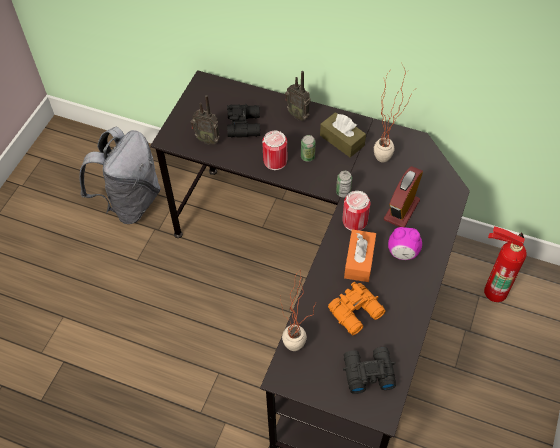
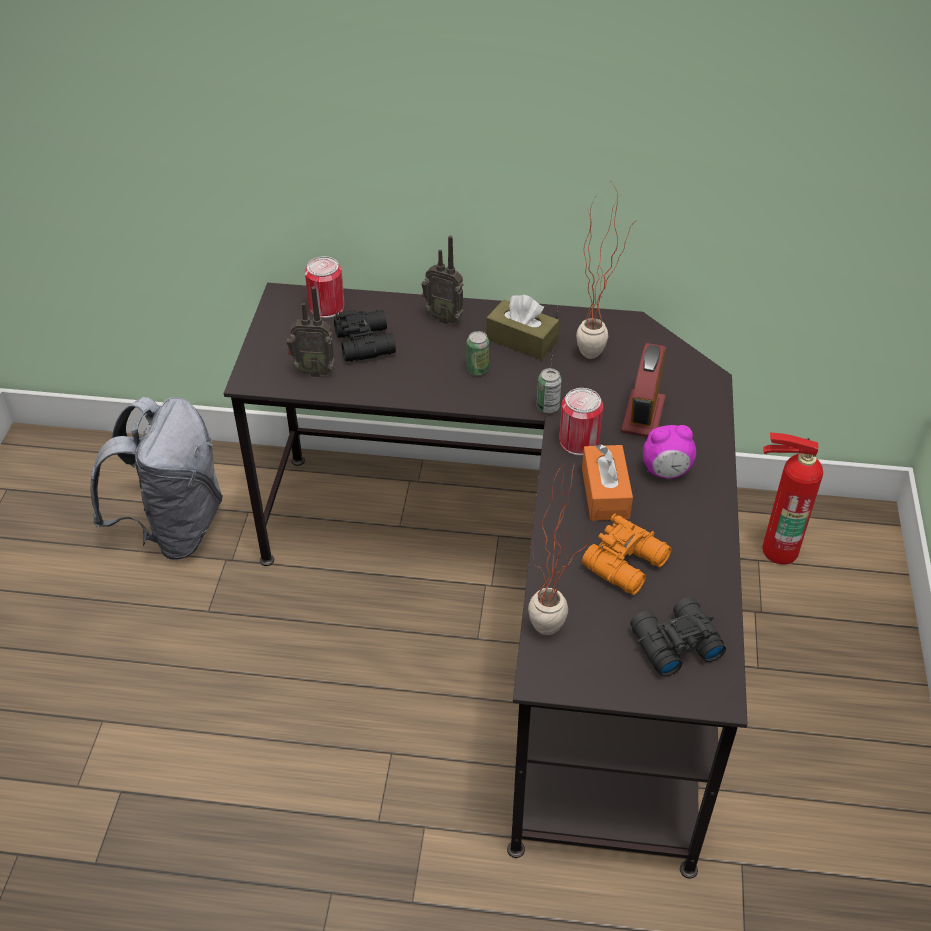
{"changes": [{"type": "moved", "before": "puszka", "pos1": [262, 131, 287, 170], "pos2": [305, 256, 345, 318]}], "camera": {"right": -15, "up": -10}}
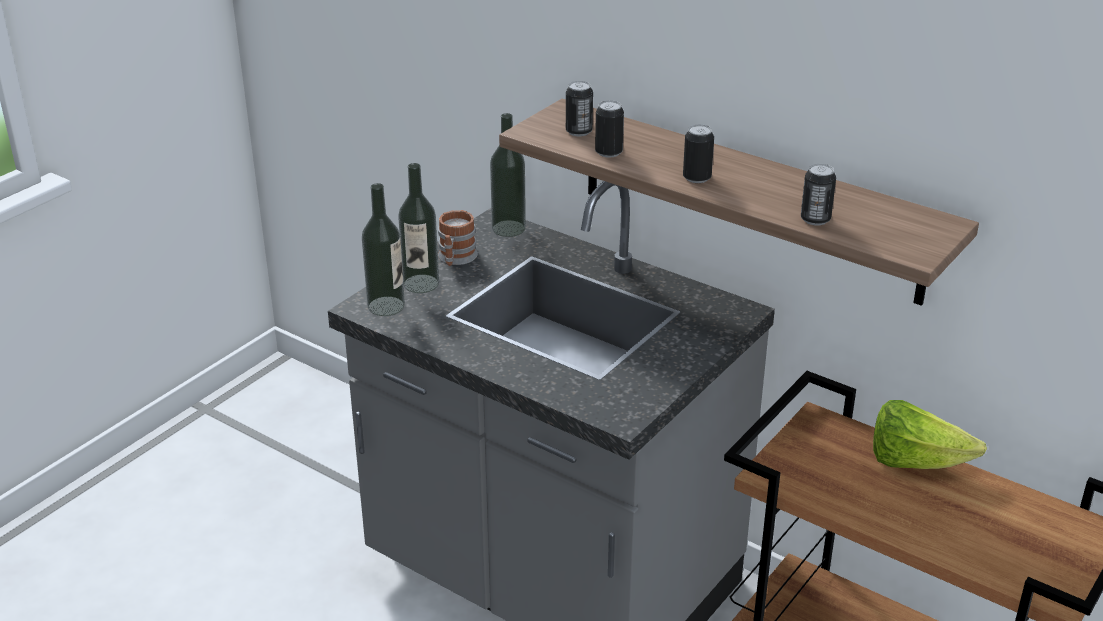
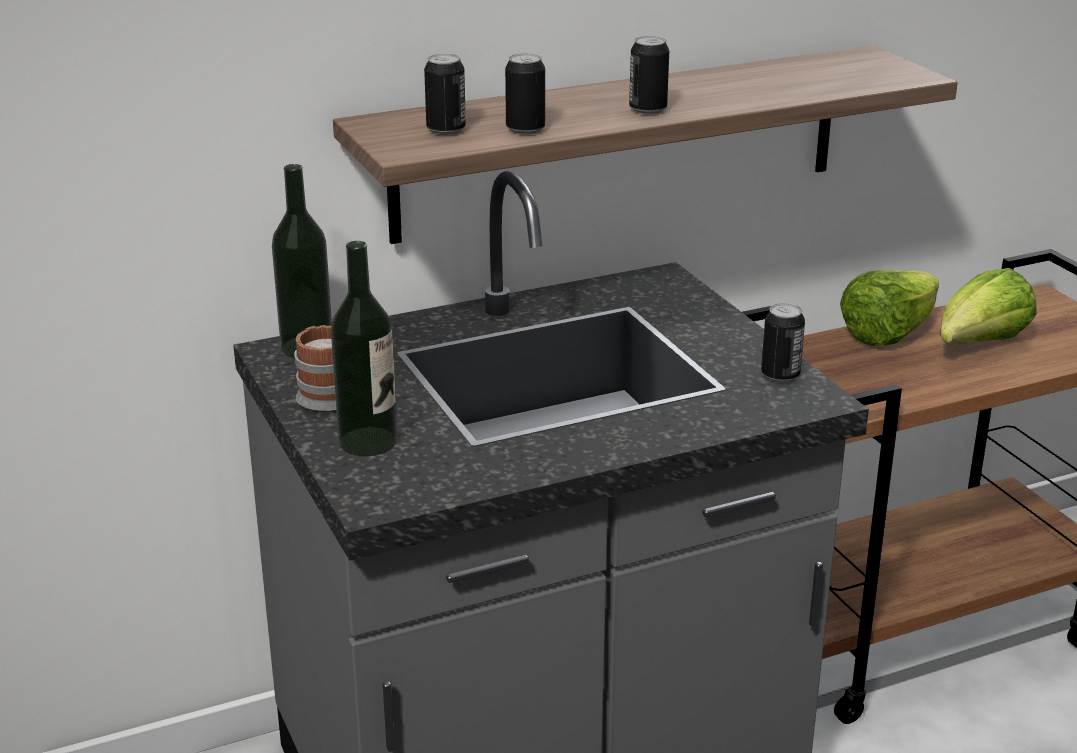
{"changes": [{"type": "moved", "before": "puszka", "pos1": [801, 164, 836, 226], "pos2": [761, 303, 805, 383]}, {"type": "removed", "before": "butelka", "pos1": [362, 183, 405, 316]}, {"type": "added", "after": "sałata", "pos2": [940, 268, 1037, 344]}], "camera": {"right": -60, "up": -5}}
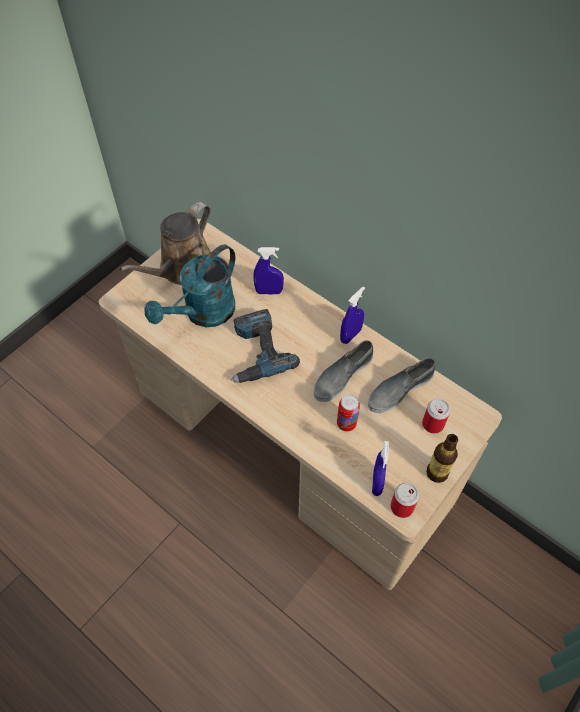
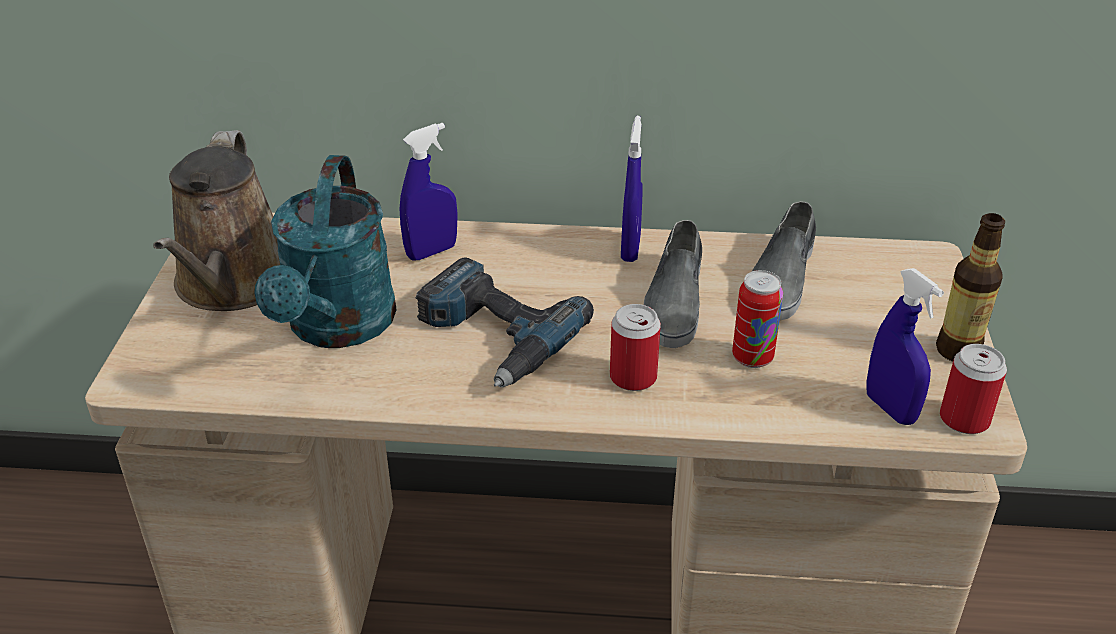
{"changes": [{"type": "moved", "before": "puszka", "pos1": [422, 399, 450, 434], "pos2": [610, 304, 661, 391]}], "camera": {"right": -35, "up": -20}}
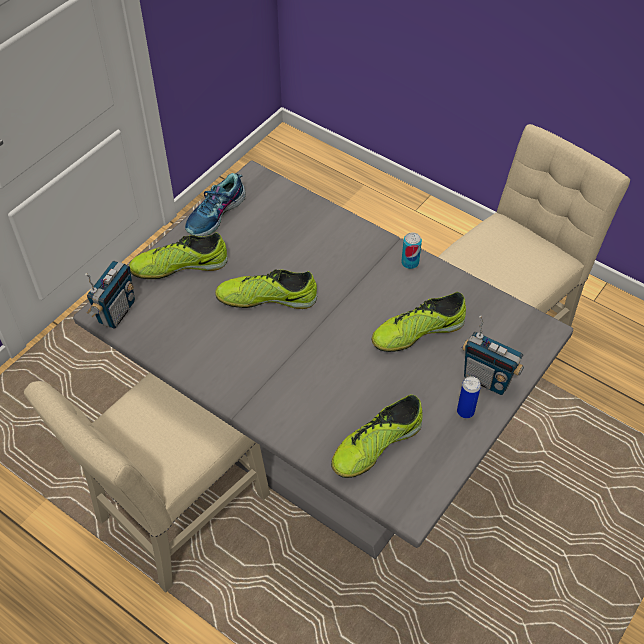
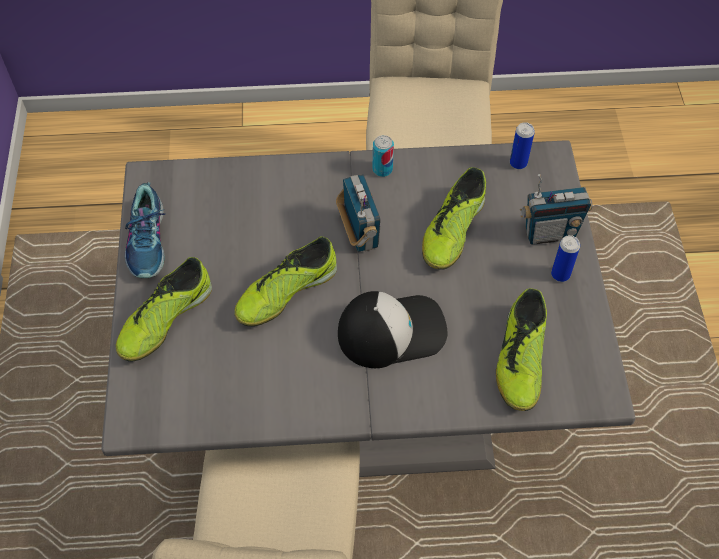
{"changes": [{"type": "moved", "before": "radio", "pos1": [85, 260, 135, 329], "pos2": [336, 174, 380, 252]}, {"type": "added", "after": "puszka", "pos2": [510, 122, 535, 169]}, {"type": "added", "after": "czapka z daszkiem", "pos2": [338, 291, 447, 368]}], "camera": {"right": -40, "up": 5}}
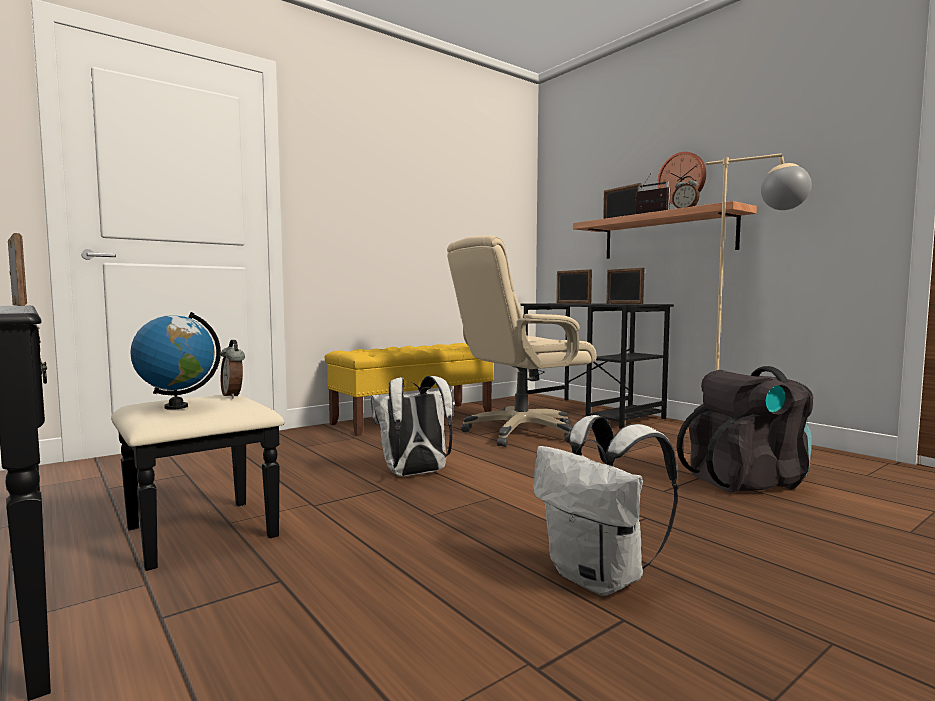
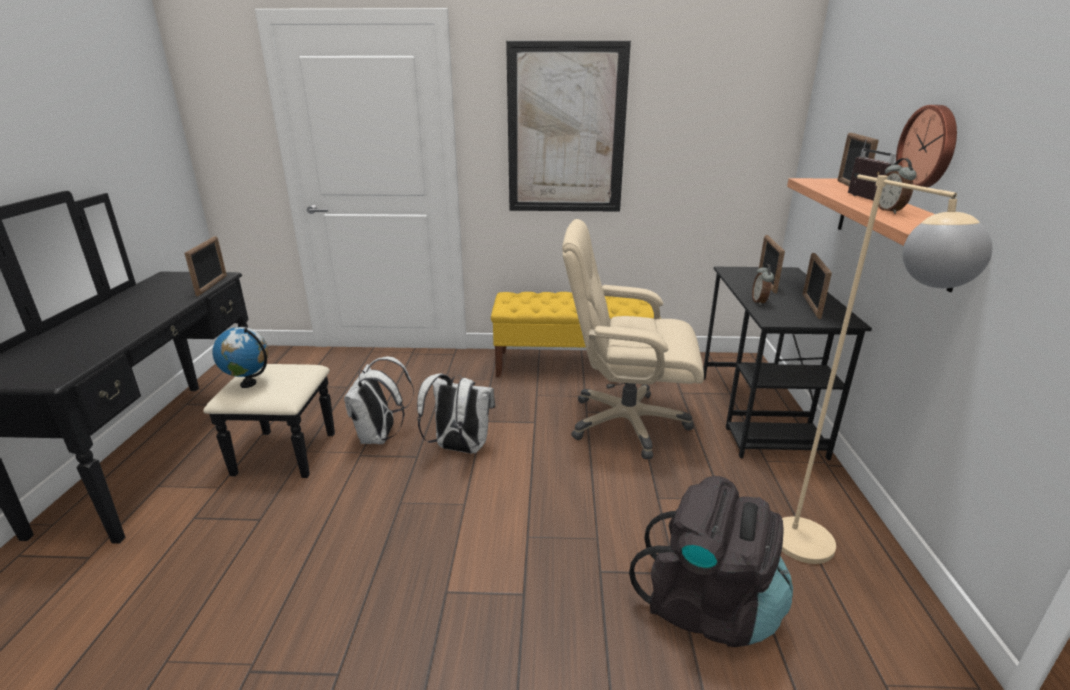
{"changes": [{"type": "moved", "before": "budzik", "pos1": [221, 340, 245, 398], "pos2": [752, 264, 774, 306]}, {"type": "moved", "before": "plecak/biały", "pos1": [533, 415, 678, 596], "pos2": [344, 356, 414, 444]}, {"type": "added", "after": "obraz", "pos2": [506, 41, 631, 212]}], "camera": {"right": 40, "up": 20}}
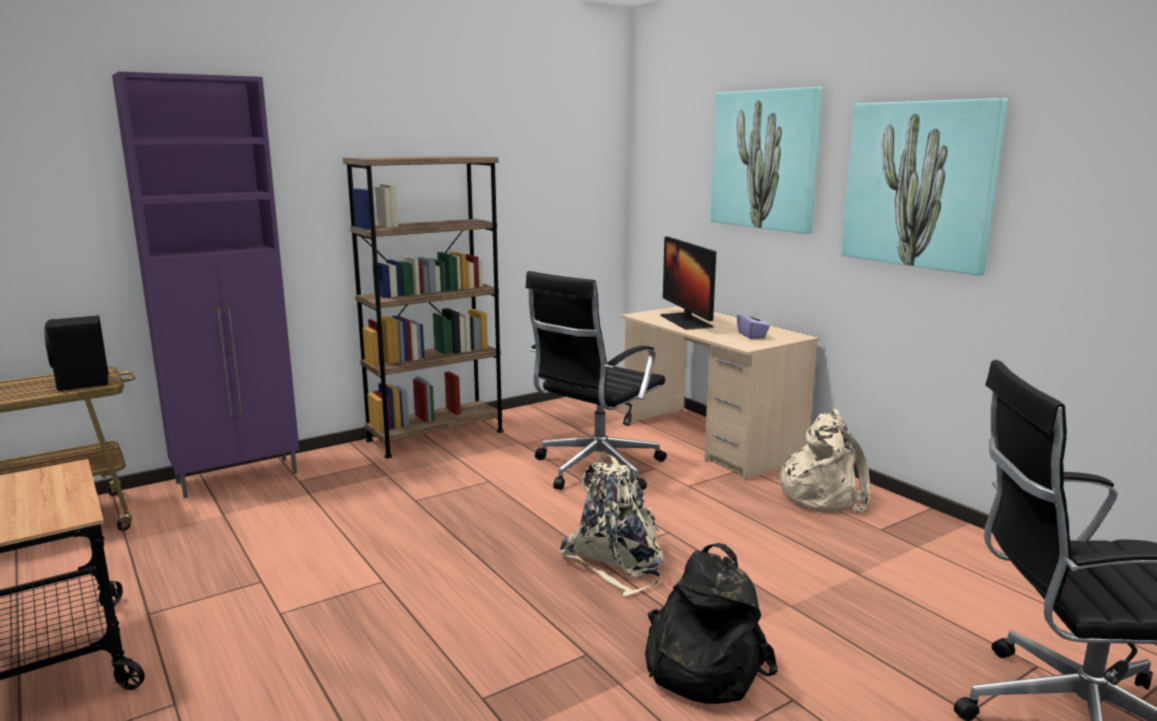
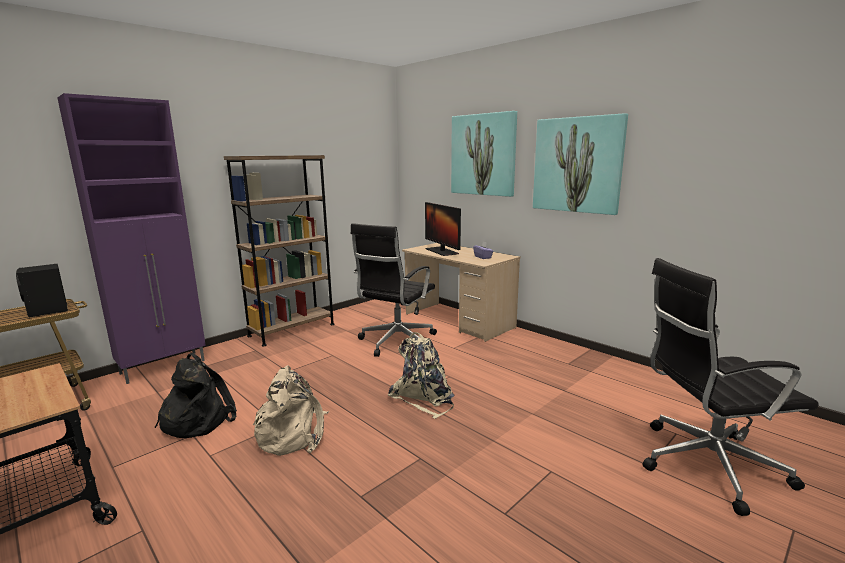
{"changes": [{"type": "moved", "before": "plecak/beżowy", "pos1": [775, 409, 871, 513], "pos2": [253, 365, 329, 456]}, {"type": "moved", "before": "plecak/czarny", "pos1": [645, 543, 778, 704], "pos2": [154, 353, 237, 438]}], "camera": {"right": -10, "up": 0}}
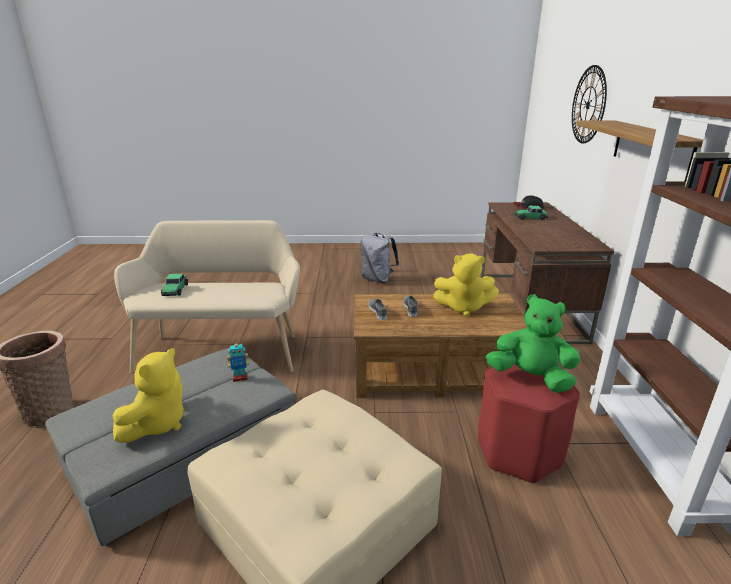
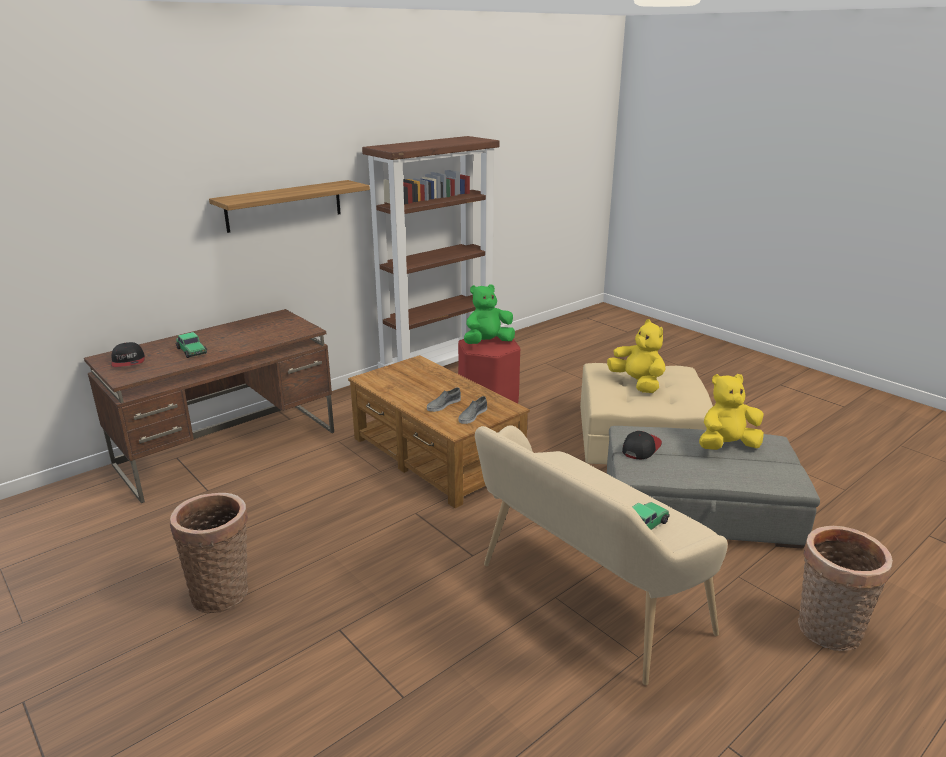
{"changes": [{"type": "removed", "before": "zegar ścienny", "pos1": [572, 65, 607, 143]}, {"type": "replaced", "before": "plecak/szary", "after": "koszyk", "pos1": [361, 233, 399, 283], "pos2": [170, 493, 248, 613]}, {"type": "moved", "before": "pluszak/żółty", "pos1": [433, 253, 499, 316], "pos2": [607, 319, 665, 393]}, {"type": "turned", "before": "pluszak/zielony", "pos1": [486, 294, 581, 393], "pos2": [464, 284, 515, 344], "turn": 75}, {"type": "replaced", "before": "robot zabawkowy", "after": "czapka z daszkiem", "pos1": [227, 340, 249, 382], "pos2": [622, 431, 662, 459]}], "camera": {"right": -130, "up": 0}}
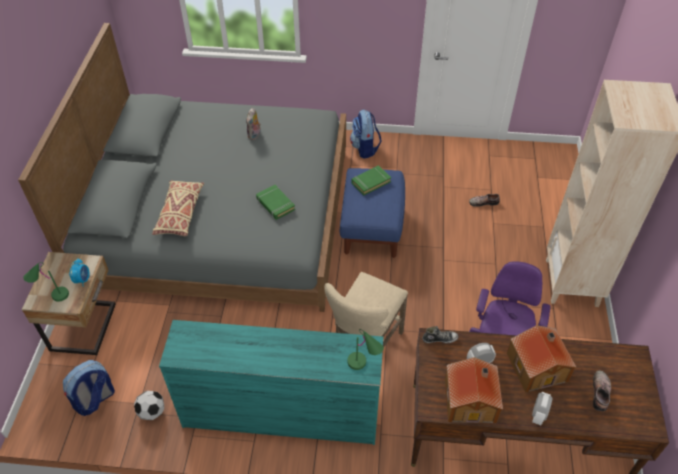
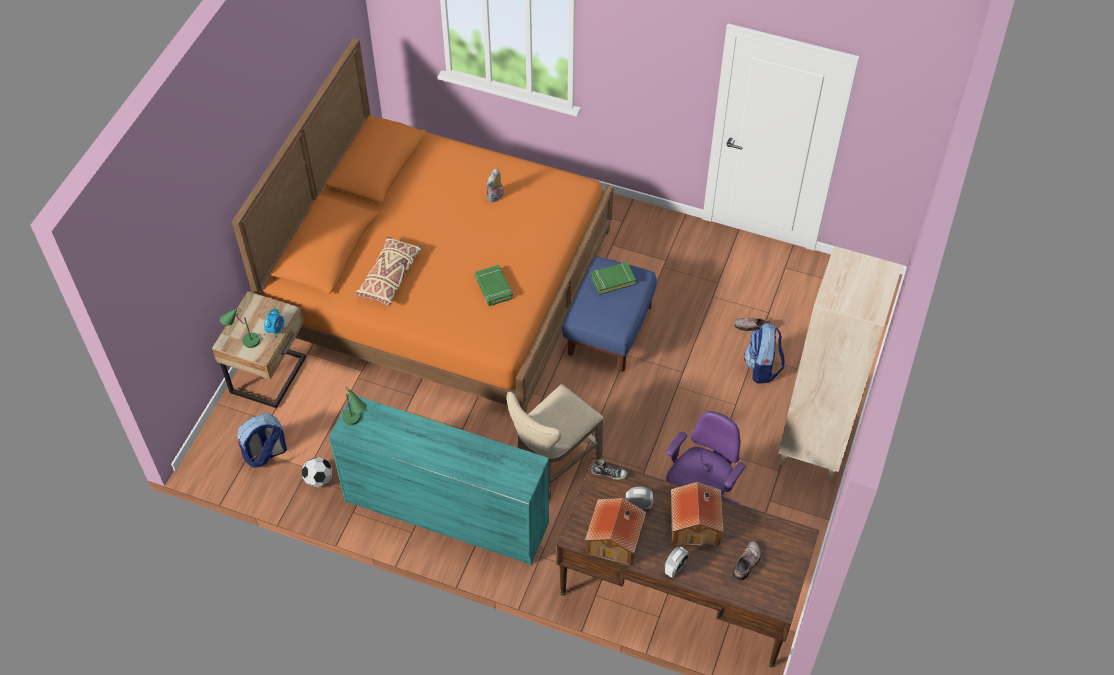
{"changes": [{"type": "recoloured", "before": "łóżko/szary", "after": "łóżko/pomarańczowy", "pos1": [18, 23, 346, 312], "pos2": [232, 38, 614, 413]}, {"type": "moved", "before": "plecak", "pos1": [350, 109, 382, 159], "pos2": [744, 323, 784, 384]}, {"type": "moved", "before": "lampa stołowa/zielony", "pos1": [348, 329, 384, 370], "pos2": [342, 386, 367, 425]}], "camera": {"right": 15, "up": 5}}
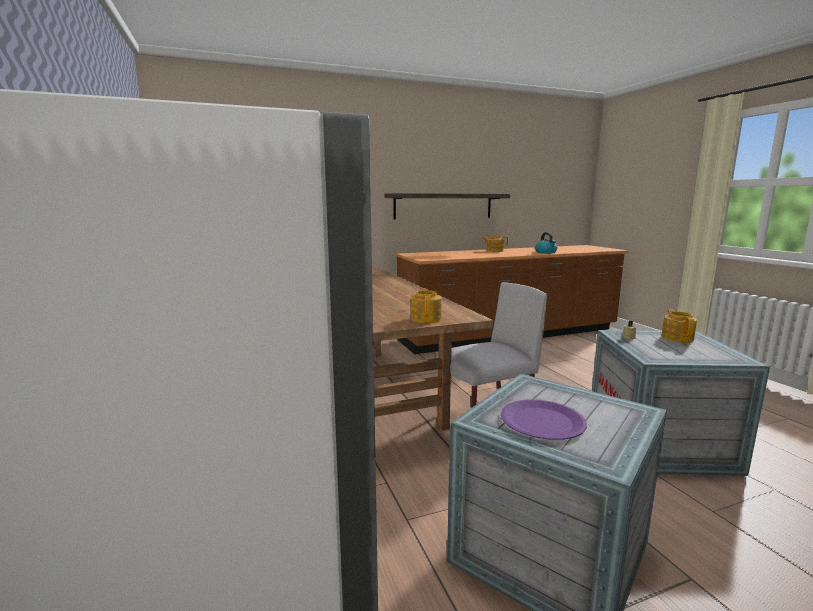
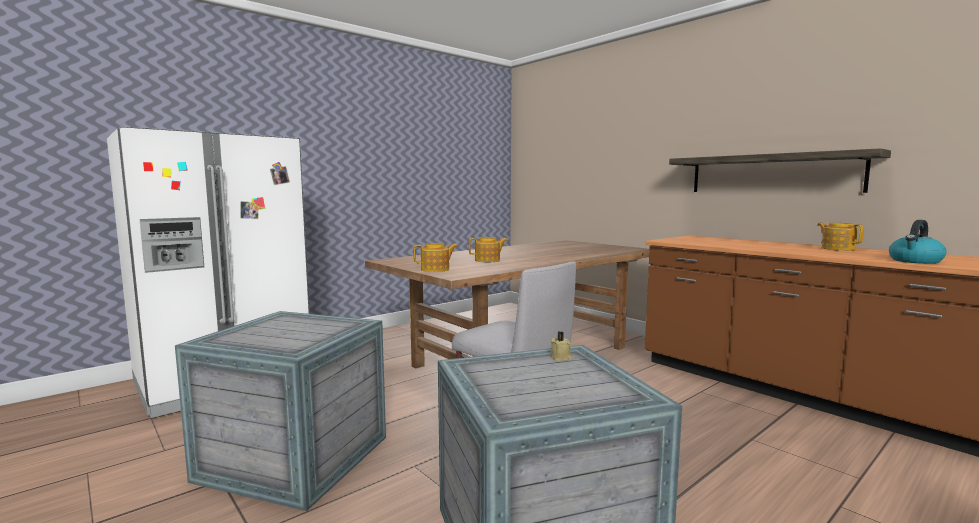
{"changes": [{"type": "moved", "before": "imbryk", "pos1": [661, 309, 697, 343], "pos2": [469, 237, 508, 262]}, {"type": "removed", "before": "talerz/fioletowy", "pos1": [501, 399, 587, 440]}], "camera": {"right": 70, "up": -5}}
